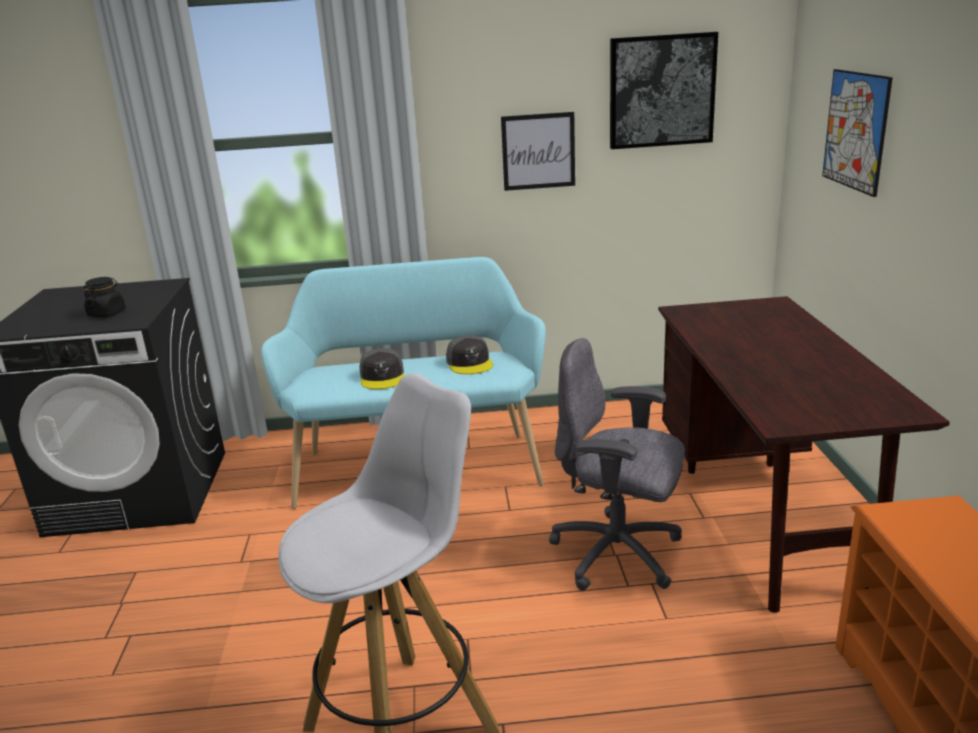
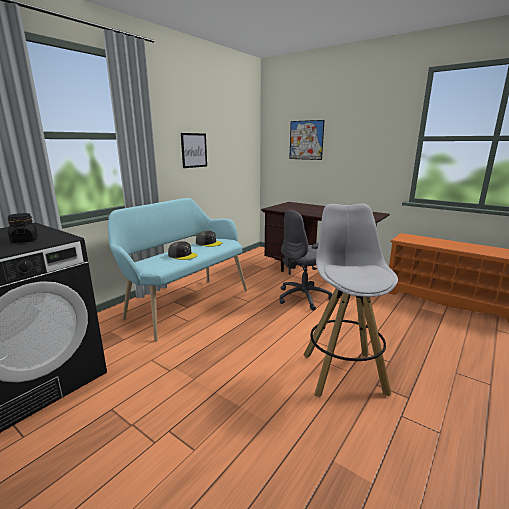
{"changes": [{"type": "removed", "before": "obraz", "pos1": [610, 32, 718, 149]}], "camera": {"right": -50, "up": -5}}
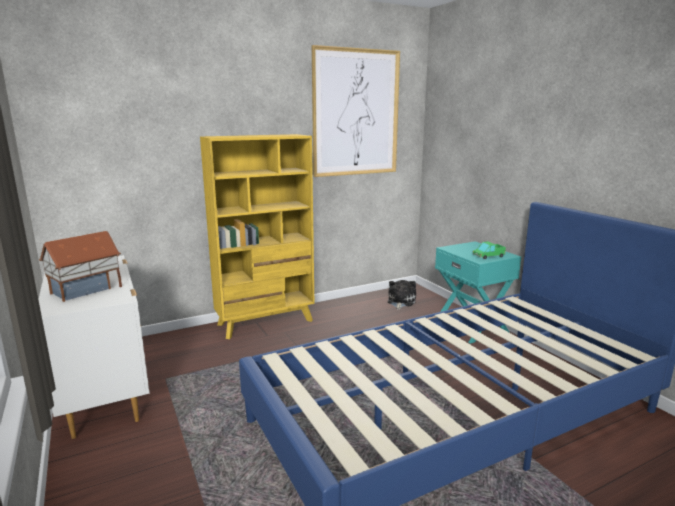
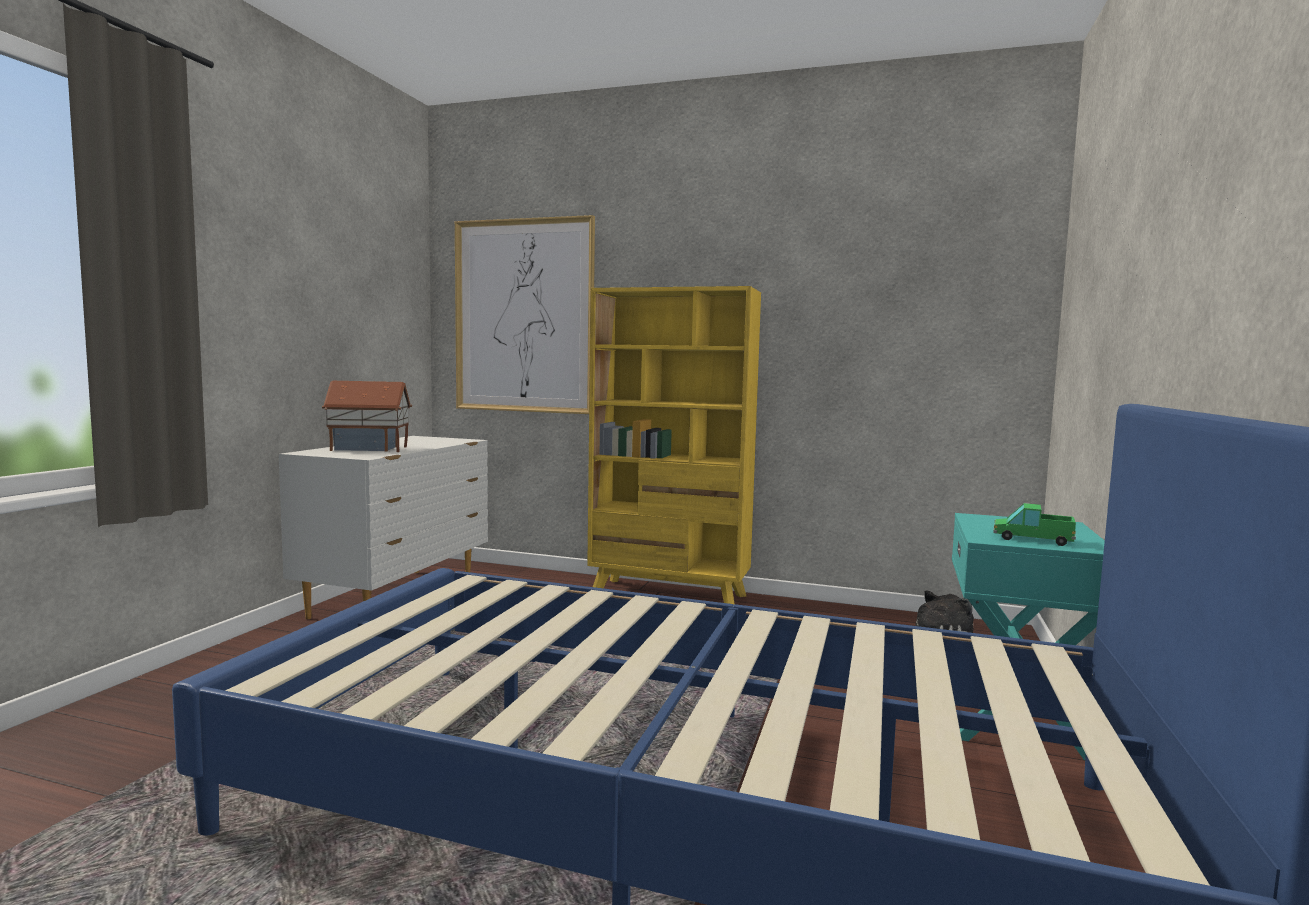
{"changes": [{"type": "moved", "before": "obraz", "pos1": [312, 45, 400, 177], "pos2": [455, 215, 595, 414]}], "camera": {"right": 45, "up": -10}}
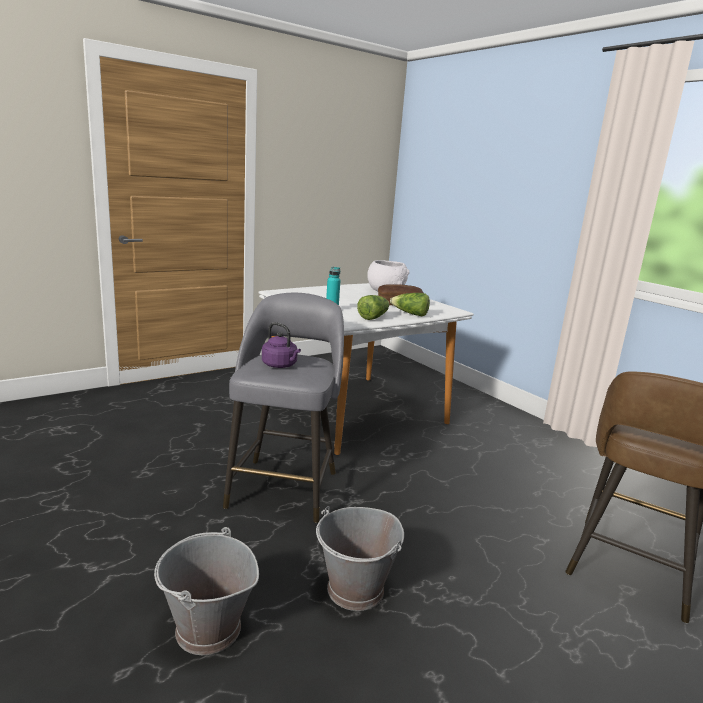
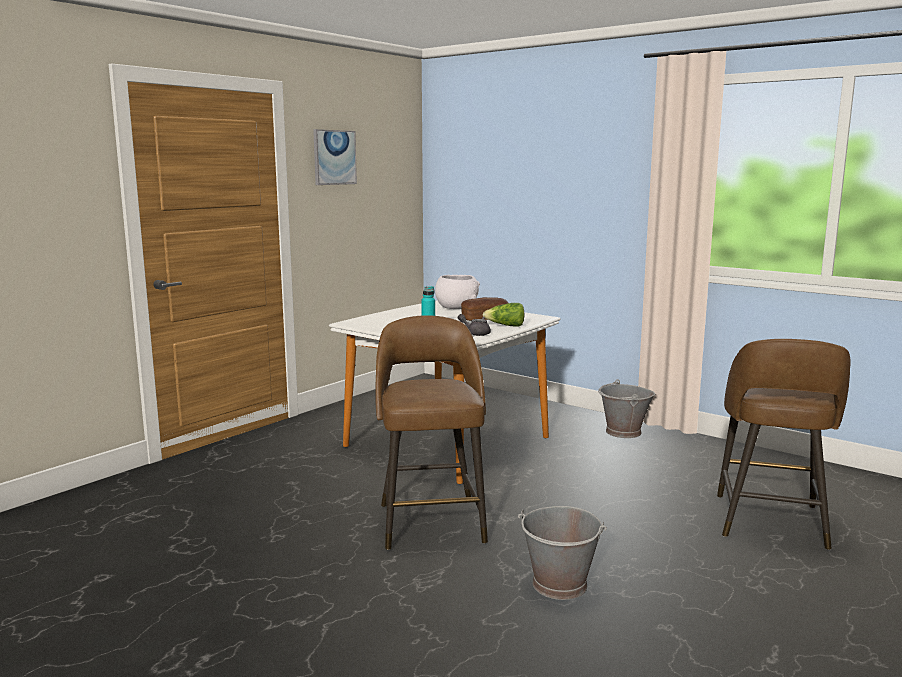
{"changes": [{"type": "recoloured", "before": "stołek/szary", "after": "stołek/brązowy", "pos1": [223, 293, 344, 523], "pos2": [375, 315, 488, 550]}, {"type": "replaced", "before": "sałata", "after": "imbryk/szary", "pos1": [357, 295, 389, 320], "pos2": [458, 314, 491, 336]}, {"type": "removed", "before": "czajnik/fioletowy", "pos1": [262, 322, 301, 368]}, {"type": "moved", "before": "wiadro/szary", "pos1": [154, 527, 259, 655], "pos2": [598, 379, 655, 438]}, {"type": "added", "after": "obraz", "pos2": [313, 129, 357, 185]}], "camera": {"right": -15, "up": -5}}
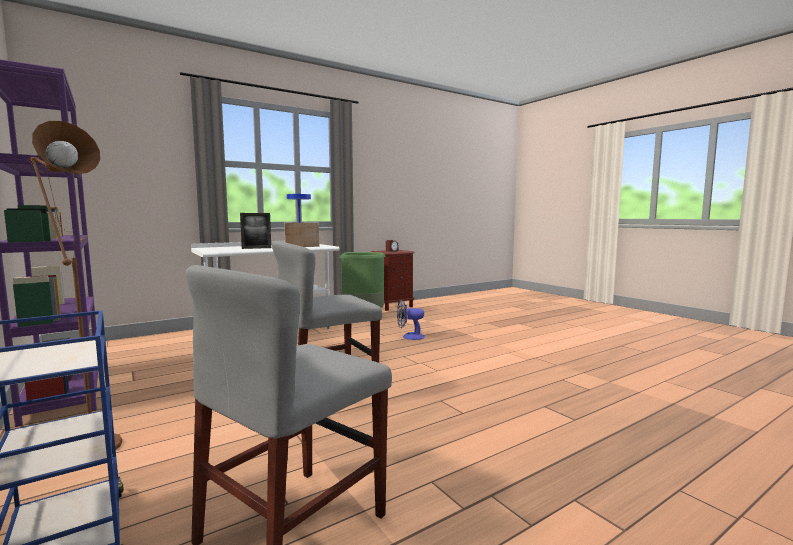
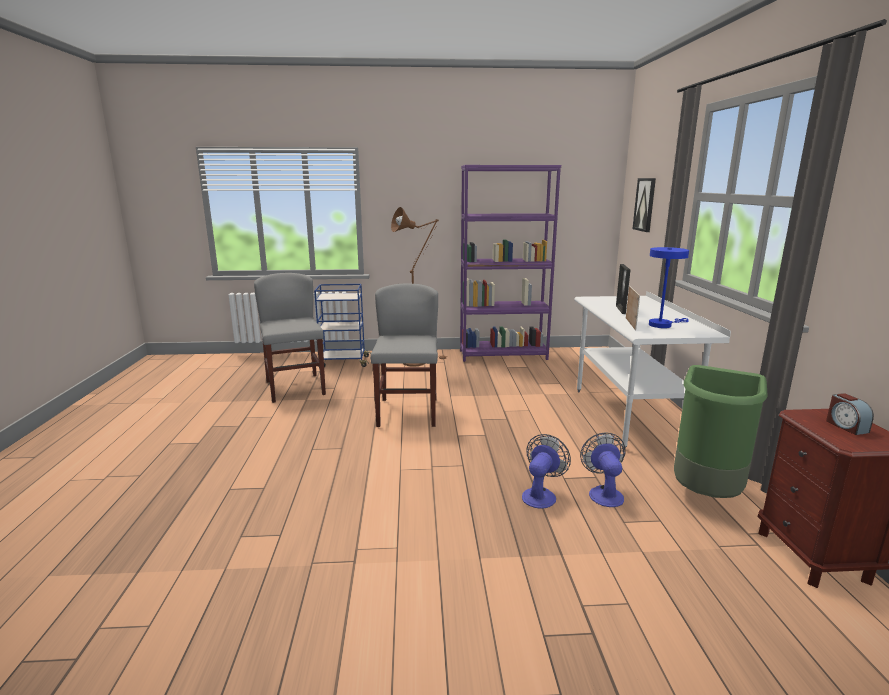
{"changes": [{"type": "added", "after": "obraz", "pos2": [632, 178, 656, 232]}, {"type": "added", "after": "wentylator", "pos2": [580, 432, 625, 507]}], "camera": {"right": 120, "up": 10}}
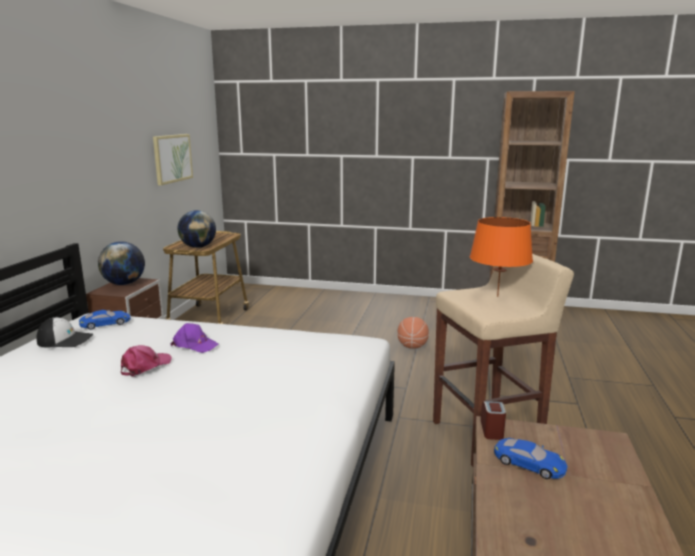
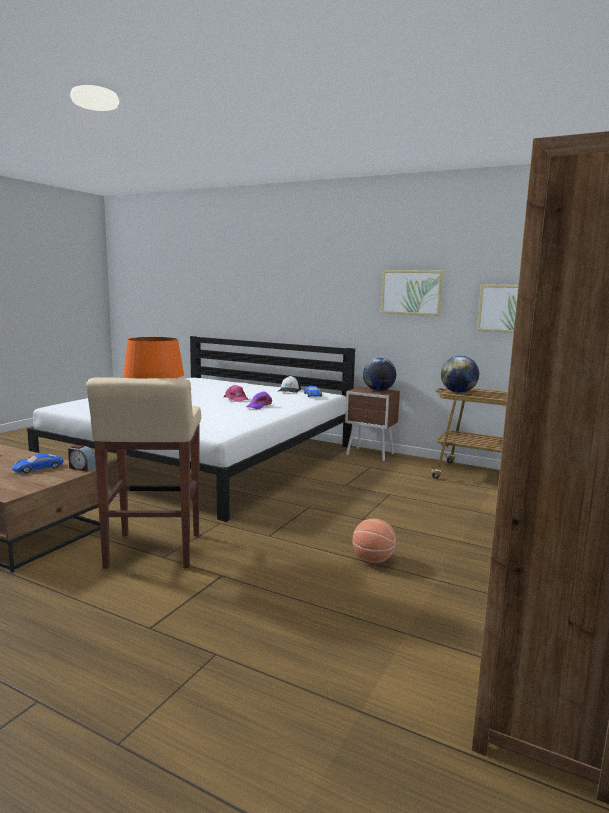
{"changes": [{"type": "added", "after": "obraz", "pos2": [381, 270, 443, 316]}], "camera": {"right": 105, "up": -5}}
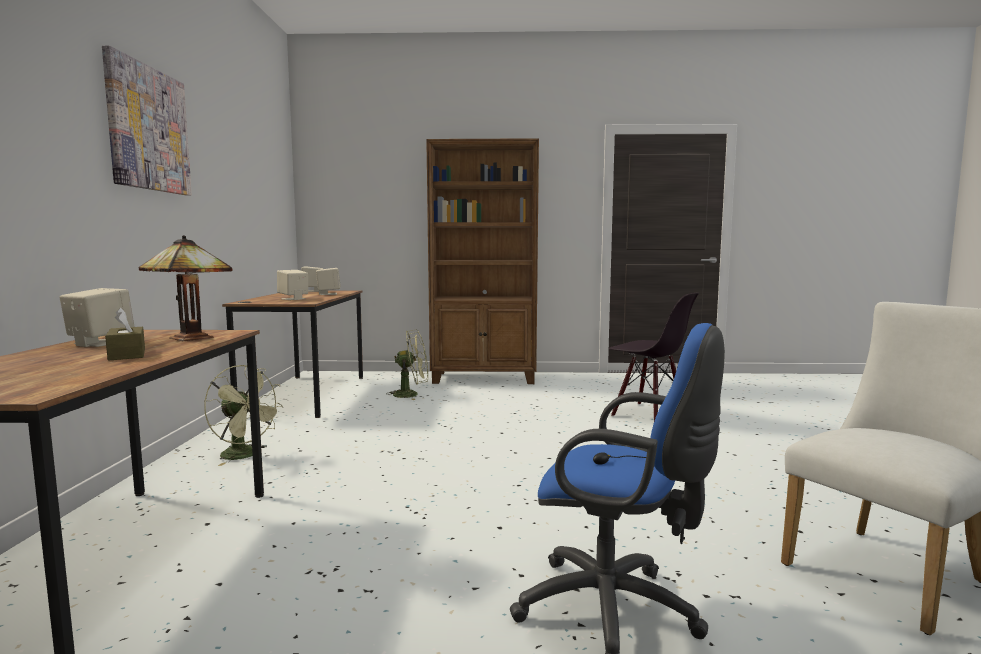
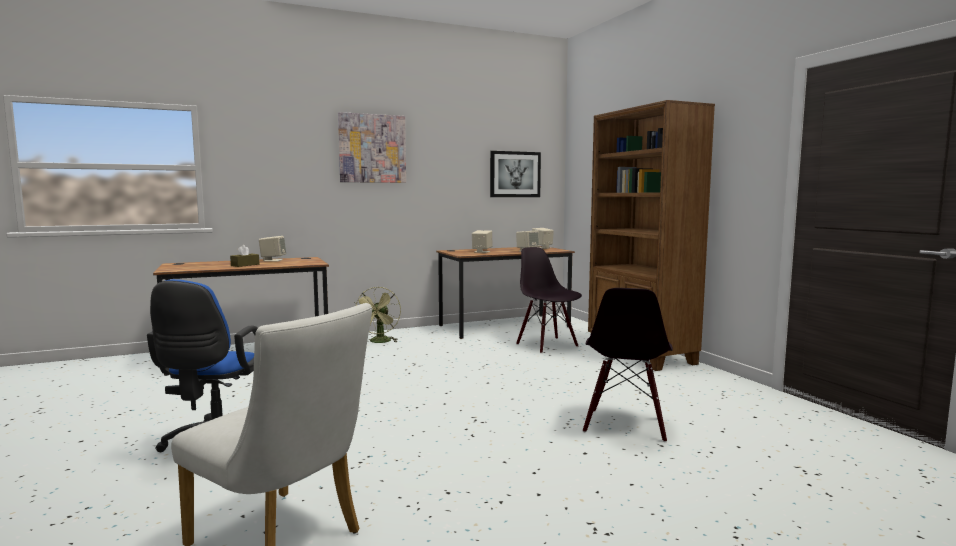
{"changes": [{"type": "removed", "before": "lampa stołowa", "pos1": [139, 235, 232, 341]}, {"type": "replaced", "before": "wentylator/zielony", "after": "krzesło/czarny", "pos1": [386, 330, 428, 400], "pos2": [516, 247, 582, 353]}, {"type": "added", "after": "obraz", "pos2": [490, 151, 541, 197]}], "camera": {"right": 65, "up": 0}}
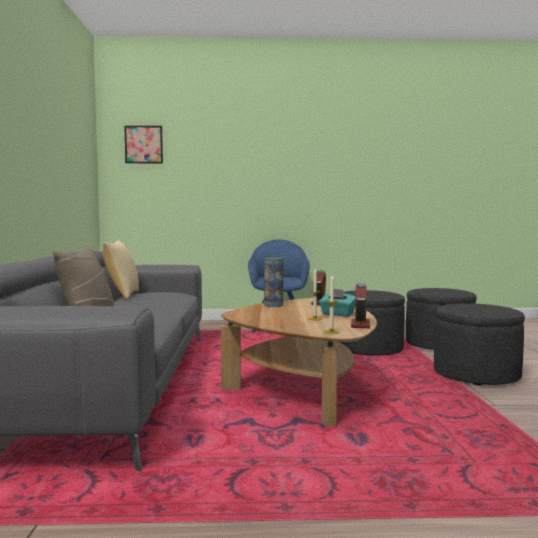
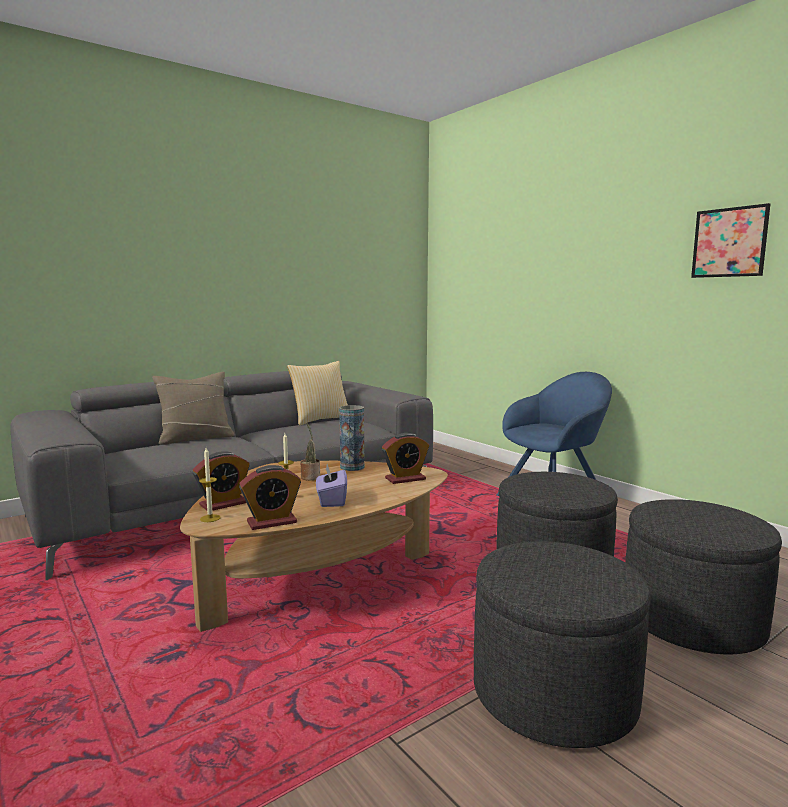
{"changes": [{"type": "moved", "before": "obraz", "pos1": [124, 126, 163, 163], "pos2": [691, 203, 770, 278]}, {"type": "recoloured", "before": "pudełko chusteczek/turkusowy", "after": "pudełko chusteczek/fioletowy", "pos1": [319, 289, 355, 316], "pos2": [316, 464, 347, 507]}, {"type": "added", "after": "roślina doniczkowa", "pos2": [300, 423, 320, 480]}, {"type": "added", "after": "budzik", "pos2": [193, 451, 250, 511]}], "camera": {"right": 55, "up": 5}}
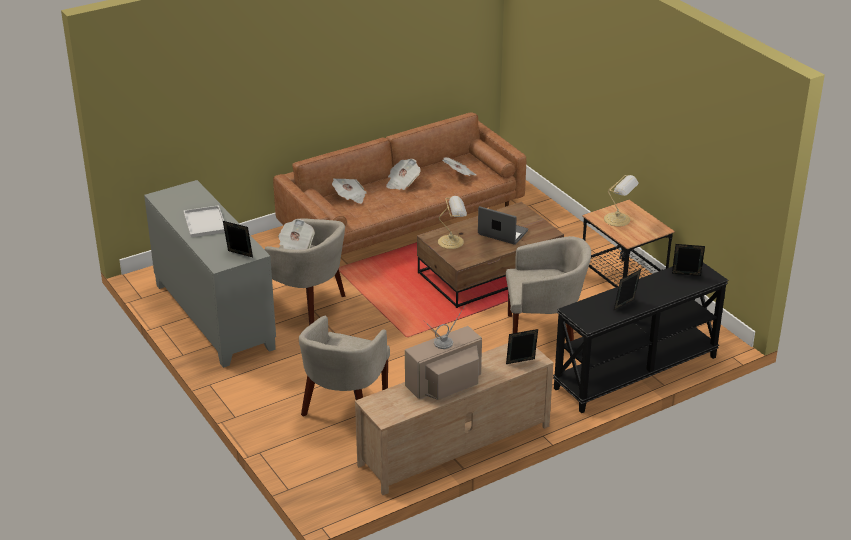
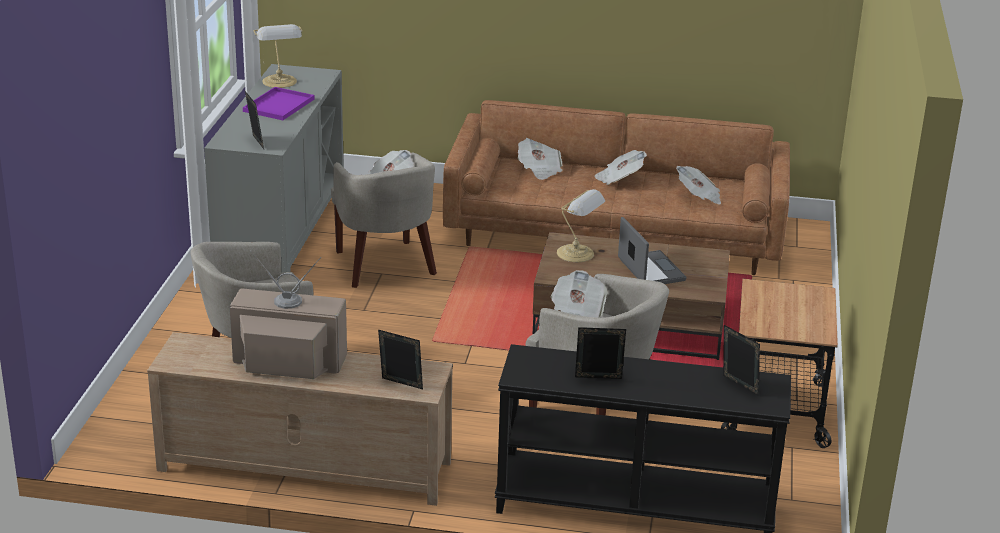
{"changes": [{"type": "moved", "before": "lampa stołowa", "pos1": [604, 175, 639, 227], "pos2": [253, 24, 303, 88]}, {"type": "recoloured", "before": "taca/biały", "after": "taca/fioletowy", "pos1": [183, 205, 225, 237], "pos2": [243, 87, 314, 120]}, {"type": "added", "after": "gazeta", "pos2": [551, 270, 608, 318]}], "camera": {"right": 40, "up": -5}}
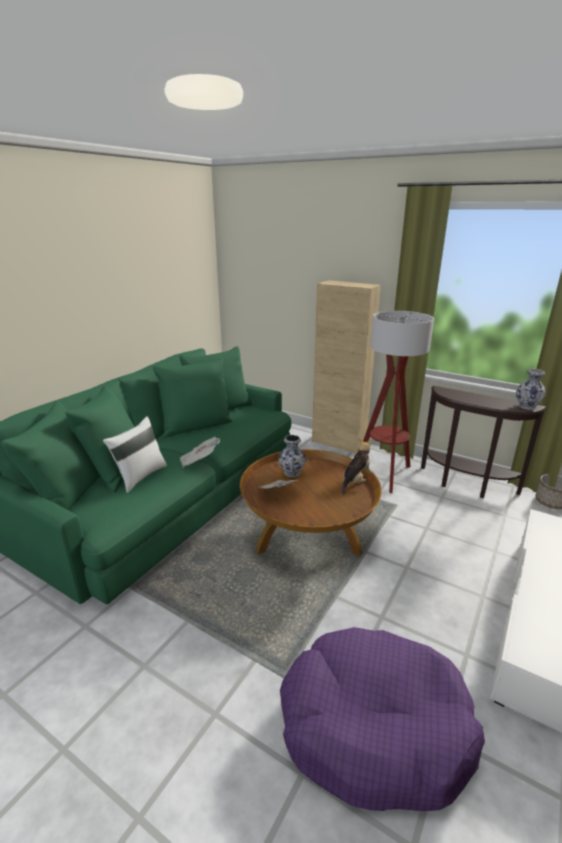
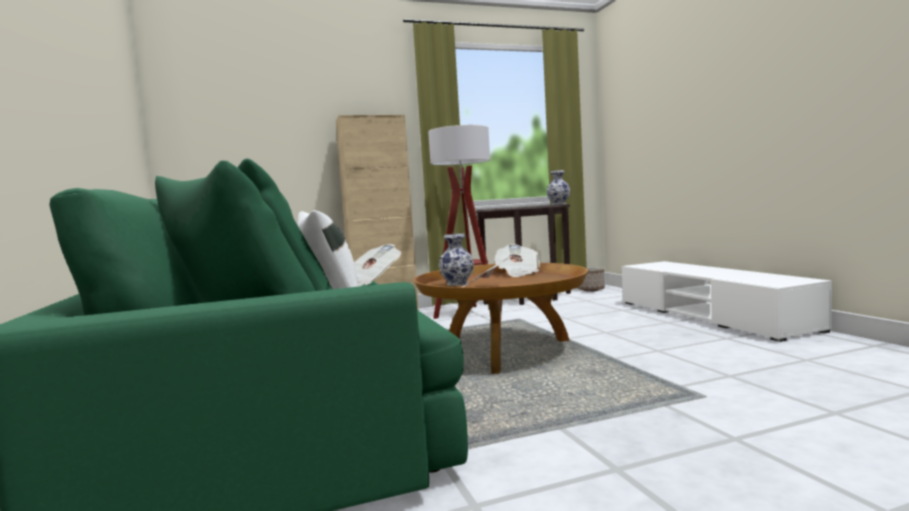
{"changes": [{"type": "replaced", "before": "pluszak", "after": "gazeta", "pos1": [342, 439, 373, 495], "pos2": [494, 244, 540, 277]}, {"type": "removed", "before": "legowisko/fioletowy", "pos1": [280, 627, 485, 811]}], "camera": {"right": -50, "up": -20}}
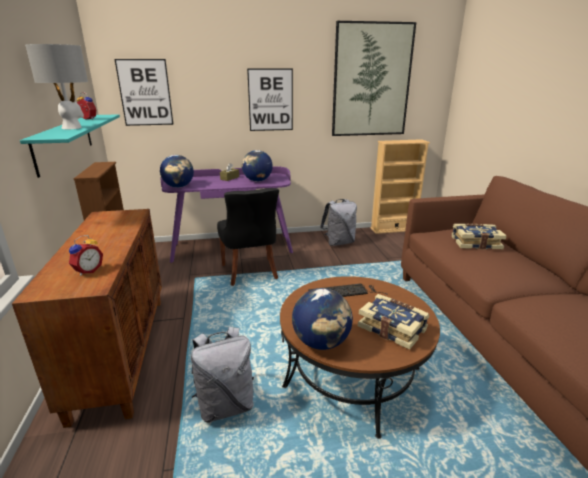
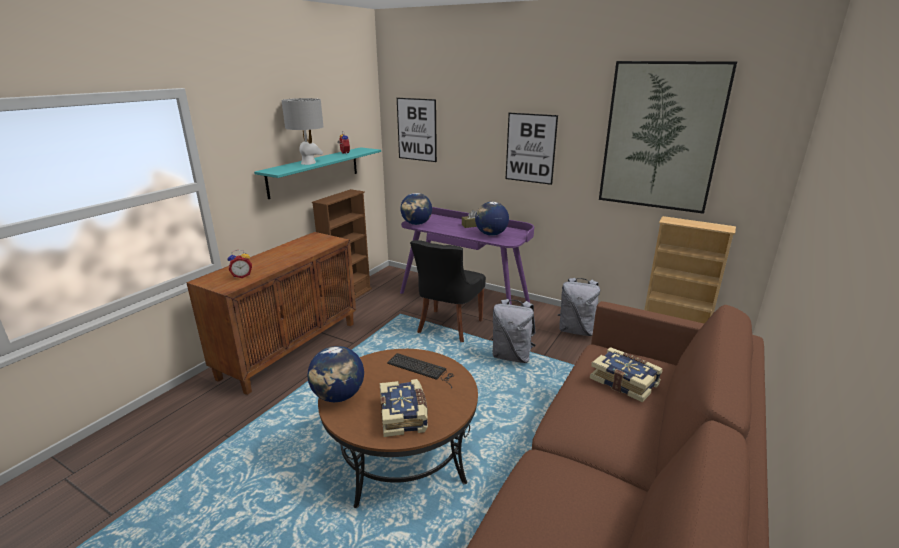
{"changes": [{"type": "moved", "before": "plecak/szary", "pos1": [191, 327, 254, 423], "pos2": [492, 299, 536, 363]}], "camera": {"right": 40, "up": 0}}
